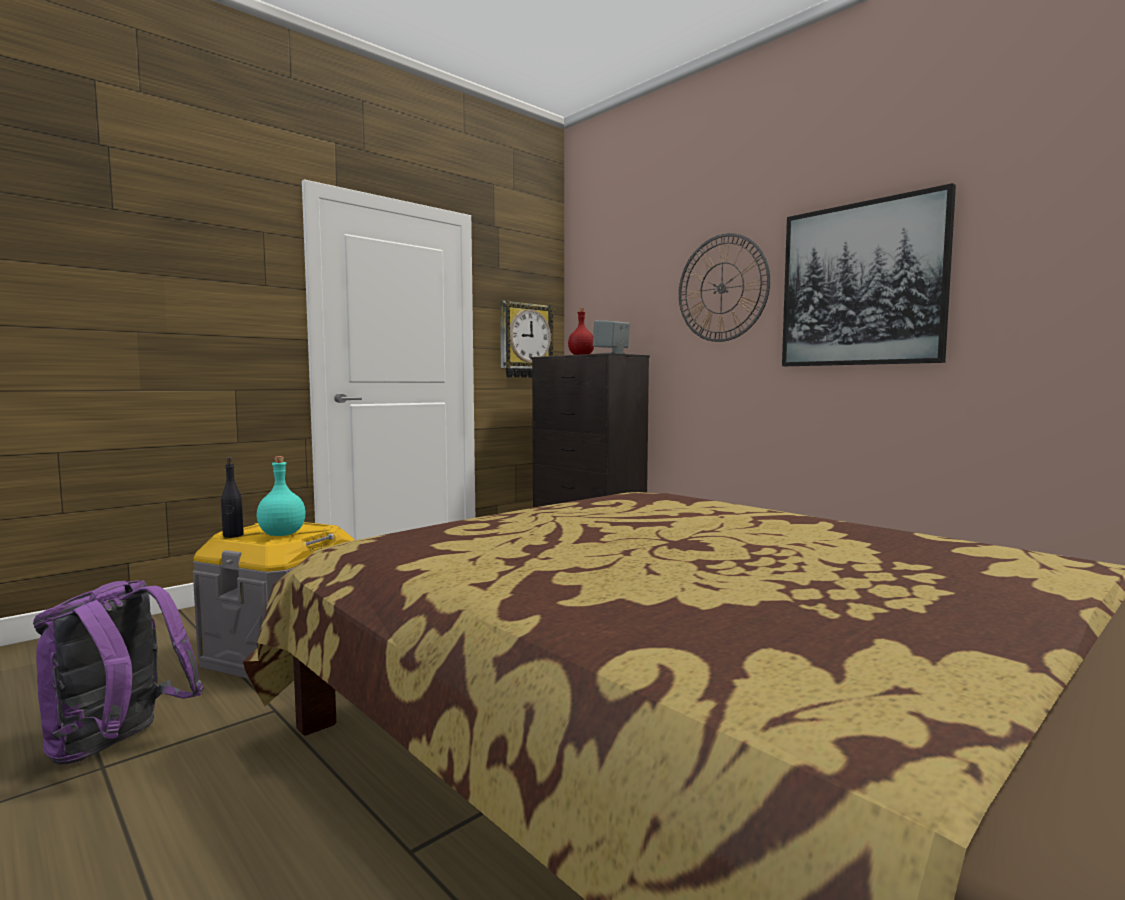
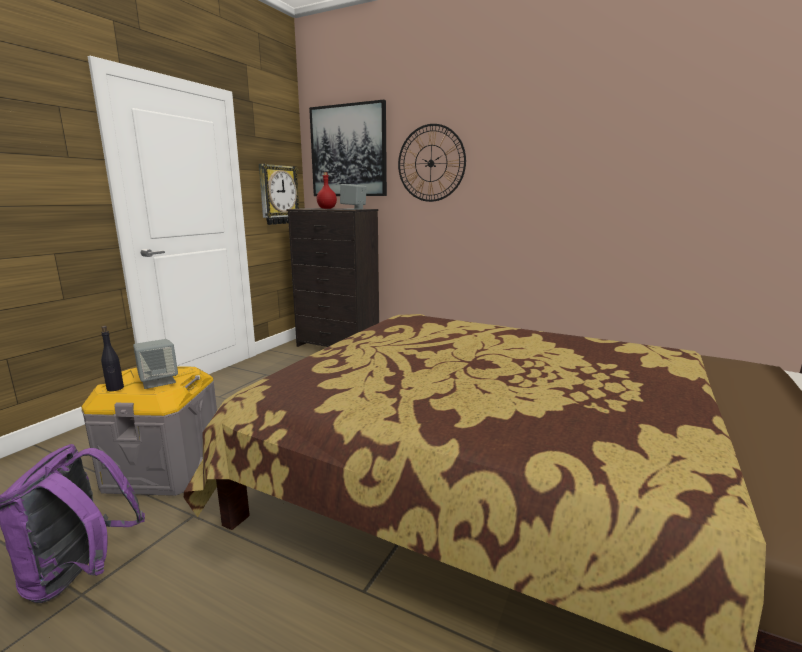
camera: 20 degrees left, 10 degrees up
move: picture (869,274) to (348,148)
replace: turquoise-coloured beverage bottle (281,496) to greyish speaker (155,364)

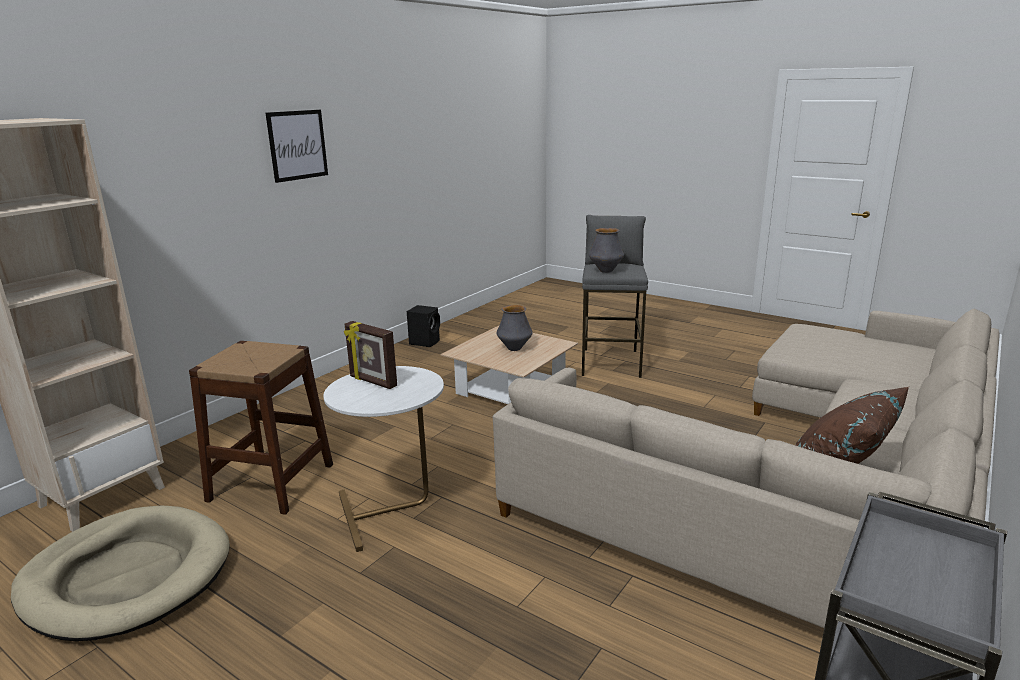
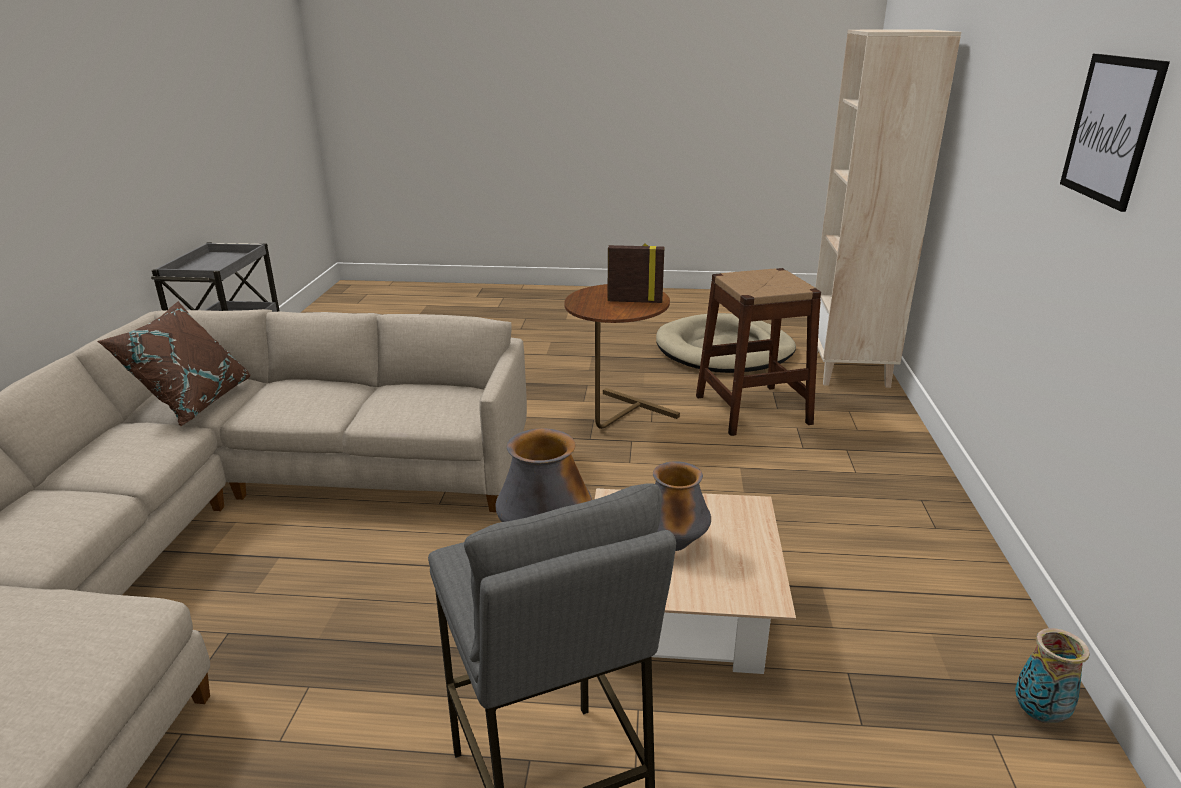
camera: 150 degrees right, 5 degrees up
replace: blackish speaker (423,326) to decorative vase (1052,675)
recolor: white-coloured side table (383,459) to brown-coloured side table (622,356)

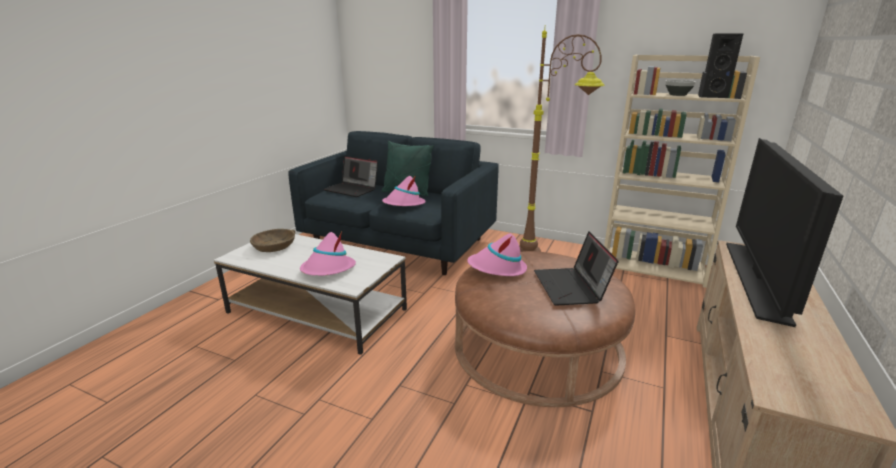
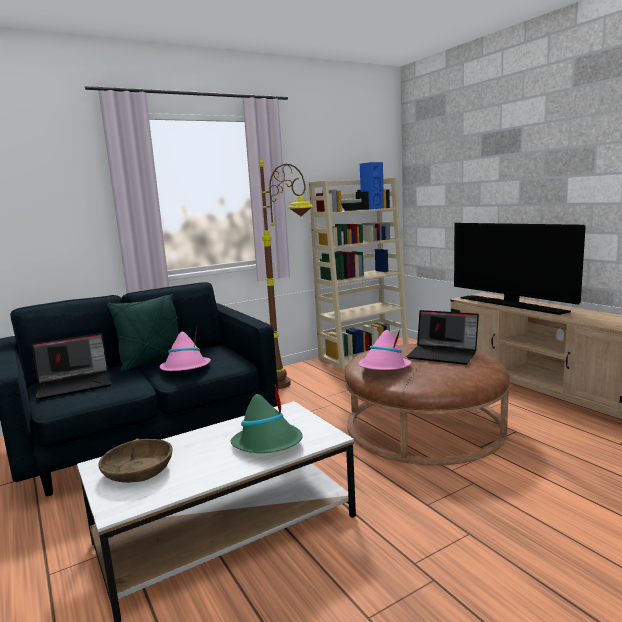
camera: 55 degrees left, 10 degrees down
recolor: pinkish clothing hat (328,254) to green-coloured clothing hat (266,418); blackish speaker (722,66) to bluish speaker (372,185)

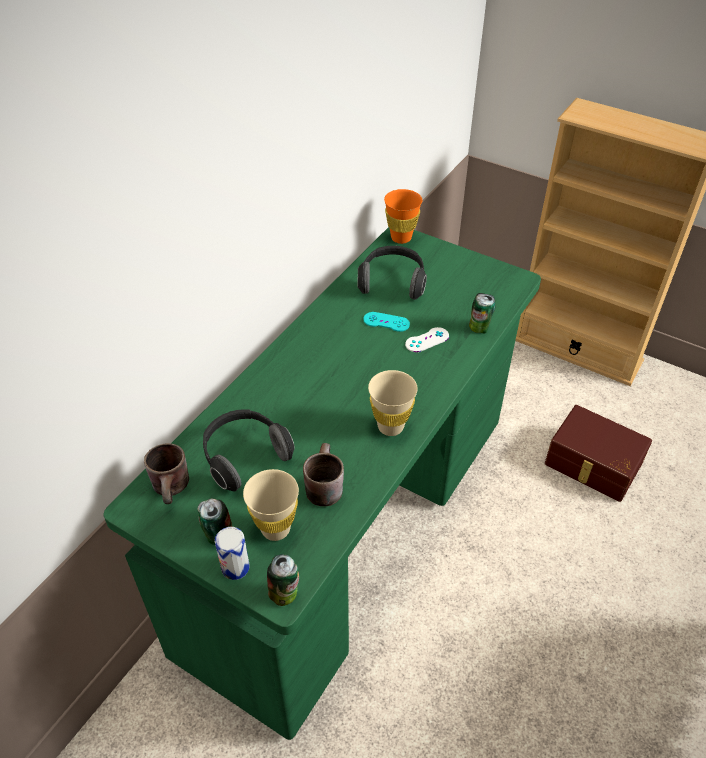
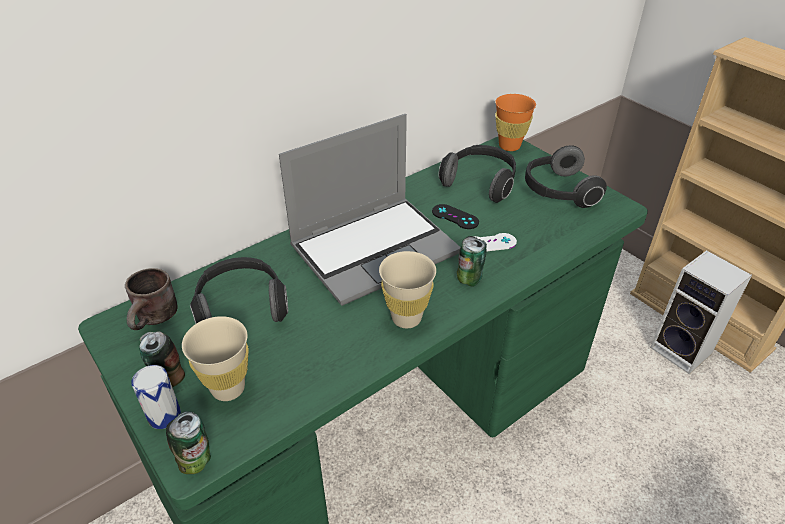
camera: 20 degrees right, 5 degrees down
delete: brown-coloured coffee mug (323,474); brown-coloured storage bin (598,453)
insert: portable computer (369,210); headphones (566,176); speaker (701,312)
move: can (482,313) to (472,261)
recolor: turquoise-coloured joypad (386,322) to blackish joypad (455,216)

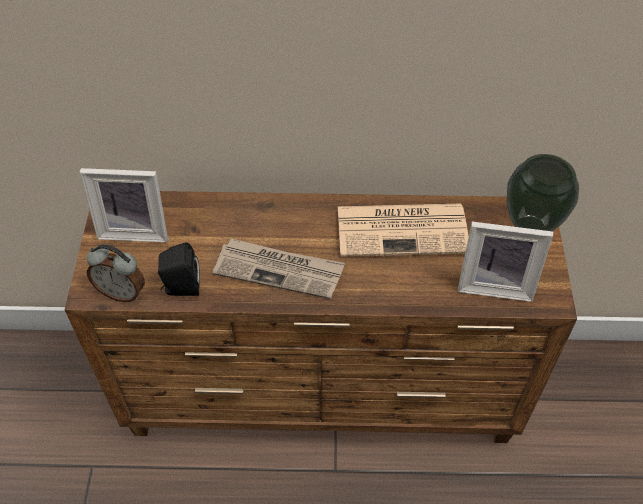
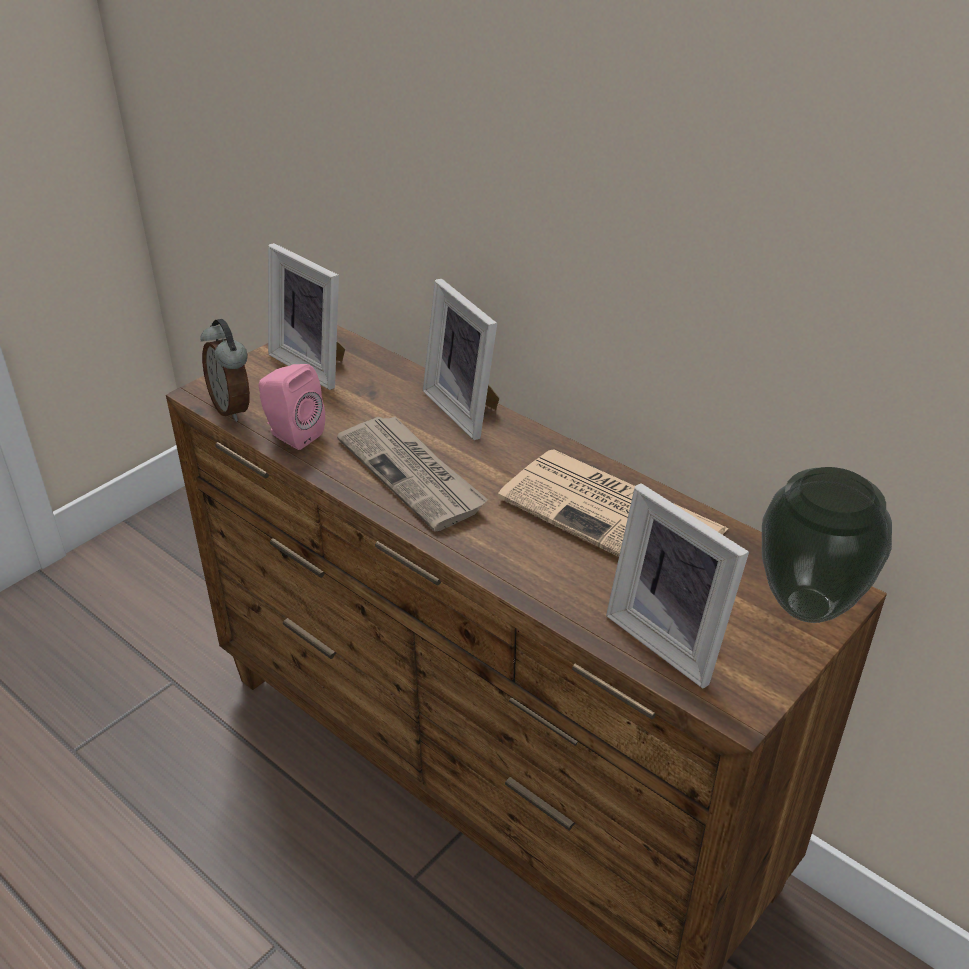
camera: 40 degrees right, 15 degrees down
insert: standing frame (461,359)
recolor: blackish speaker (179,269) to pinkish speaker (292,407)

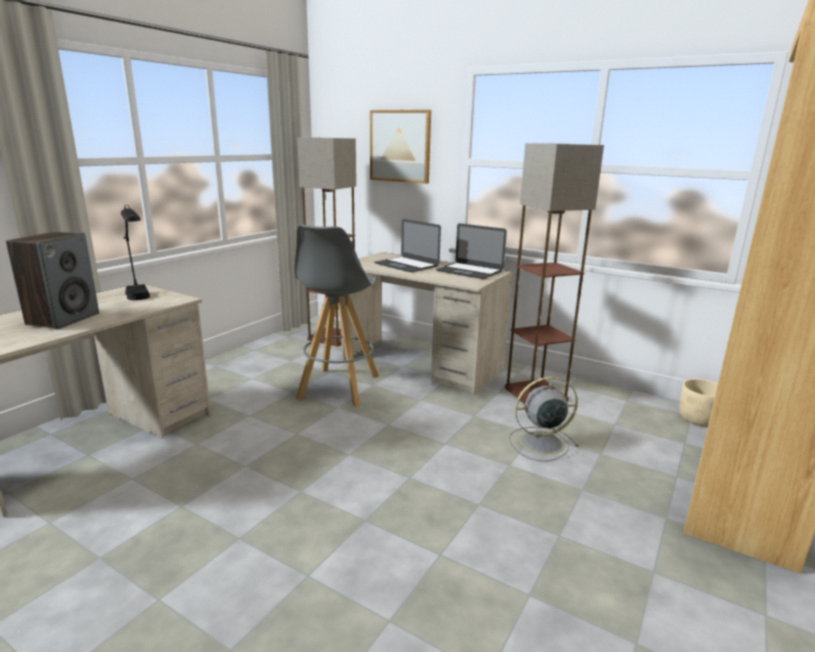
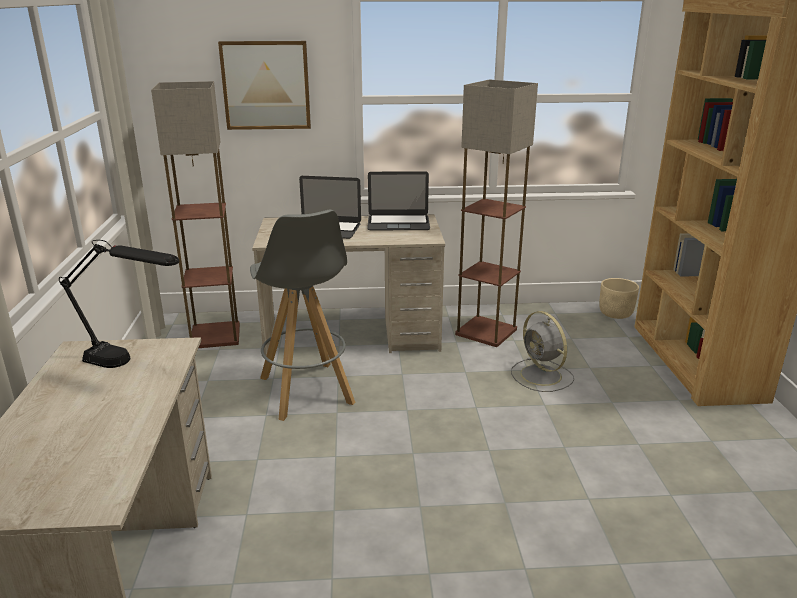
camera: 35 degrees left, 5 degrees up
delete: speaker (52,281)
rotate: greyish electric fan (544,419) = (542,351) 75 degrees counterclockwise

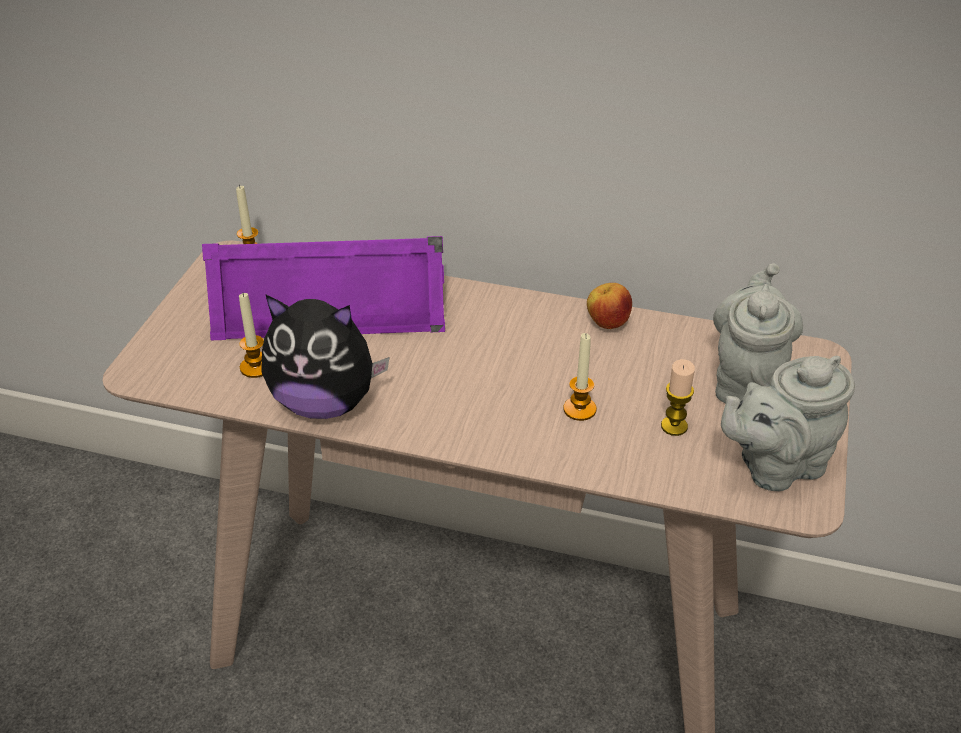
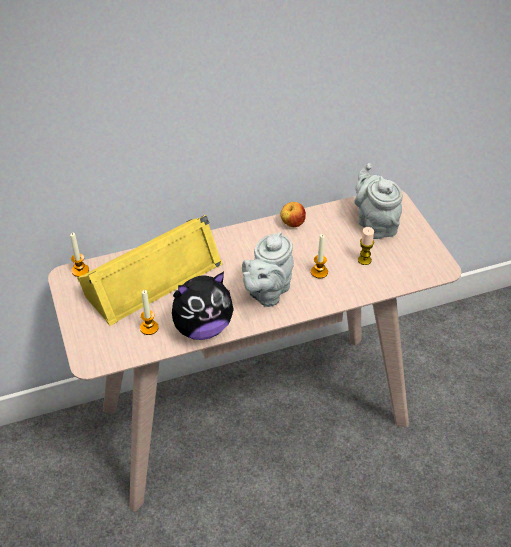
camera: 35 degrees left, 5 degrees up
move: greyish teapot (788,423) to (268,269)
recolor: purple speaker (323,288) to yellow-coloured speaker (150,270)

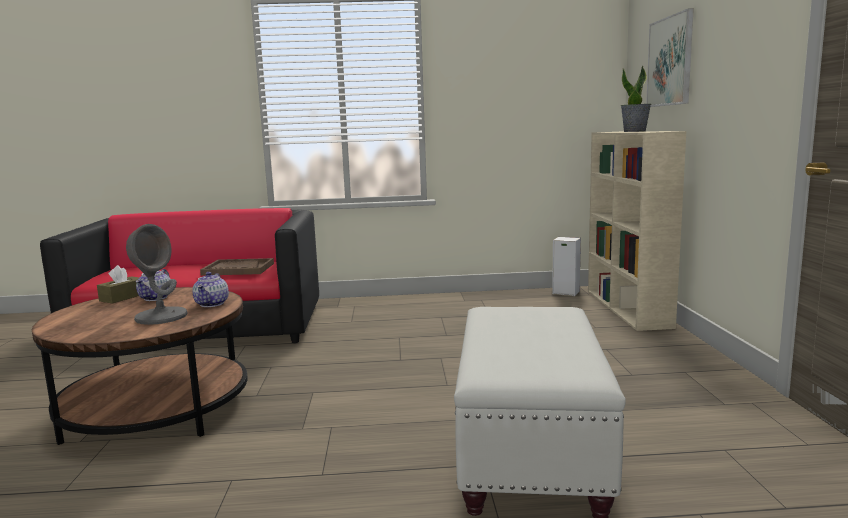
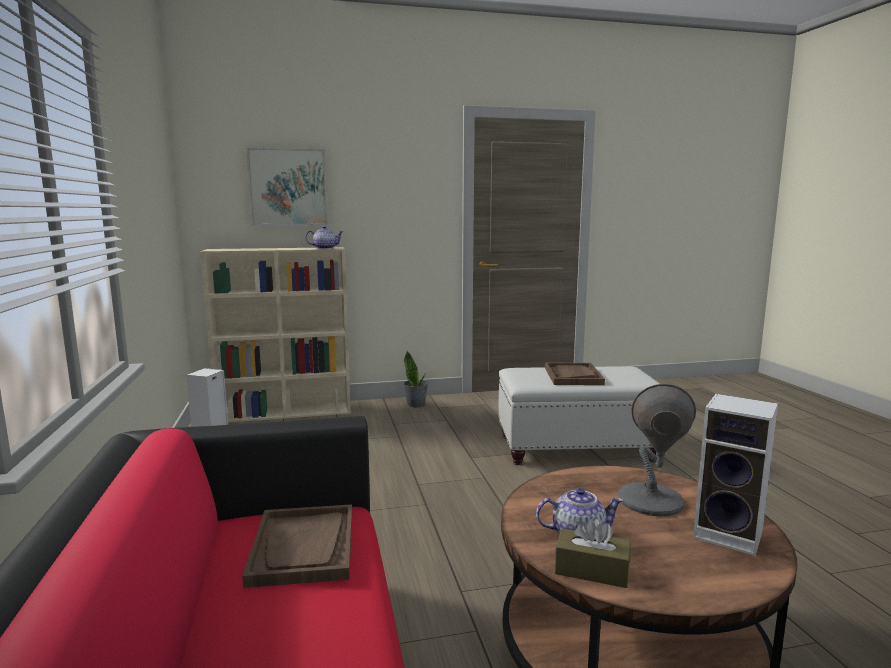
camera: 100 degrees left, 0 degrees up
insert: brown-coloured tray (575,374); speaker (735,475)
move: teapot (210,289) to (324,237); houseplant (636,99) to (416,379)

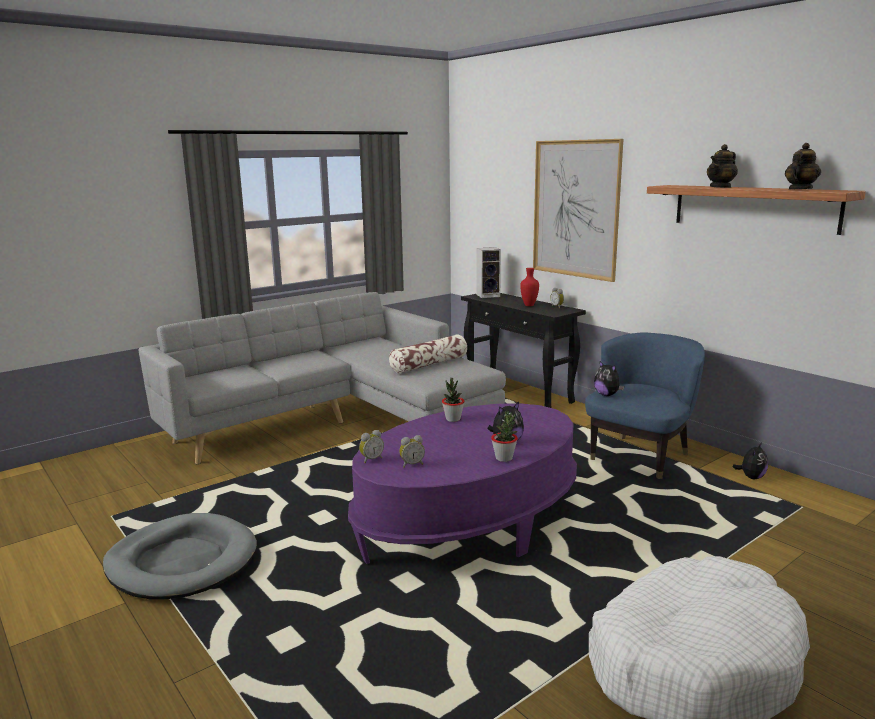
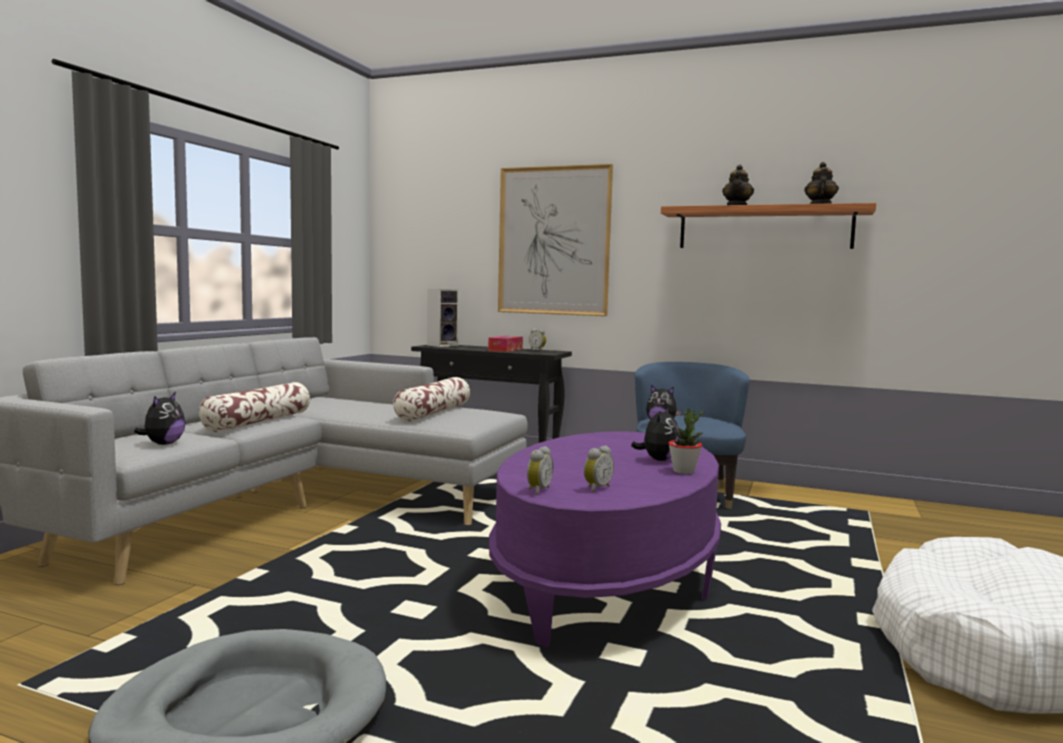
camera: 30 degrees left, 10 degrees down
delete: houseplant (453,400)
insert: pillow (254,407)
move: cuddly toy (750,461) to (159,418)
replace: red-coloured decorative vase (529,287) to box of tissues (505,344)

